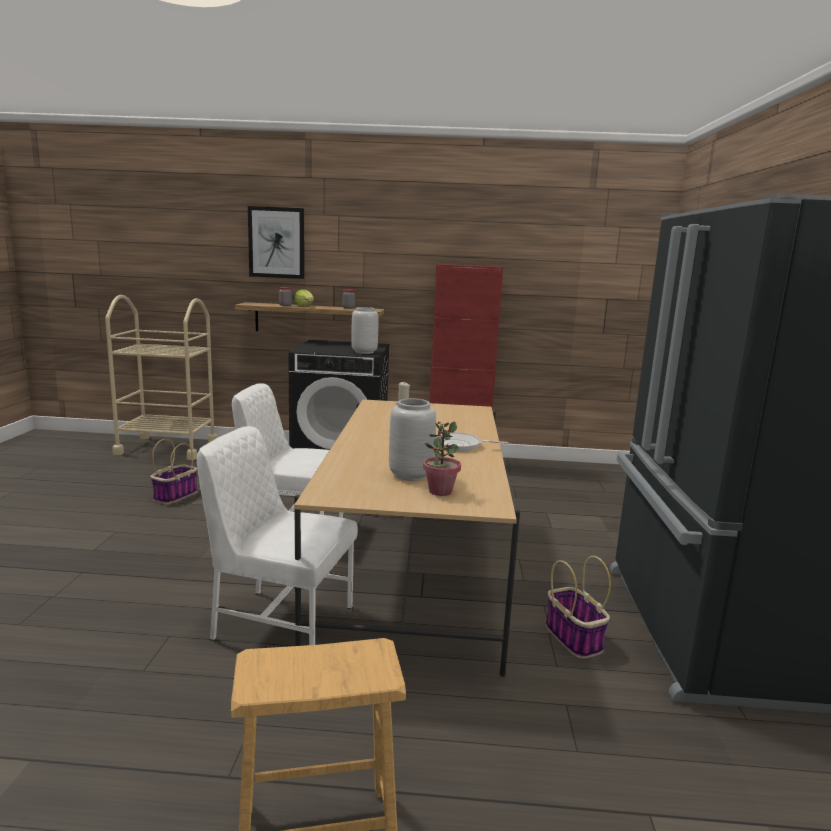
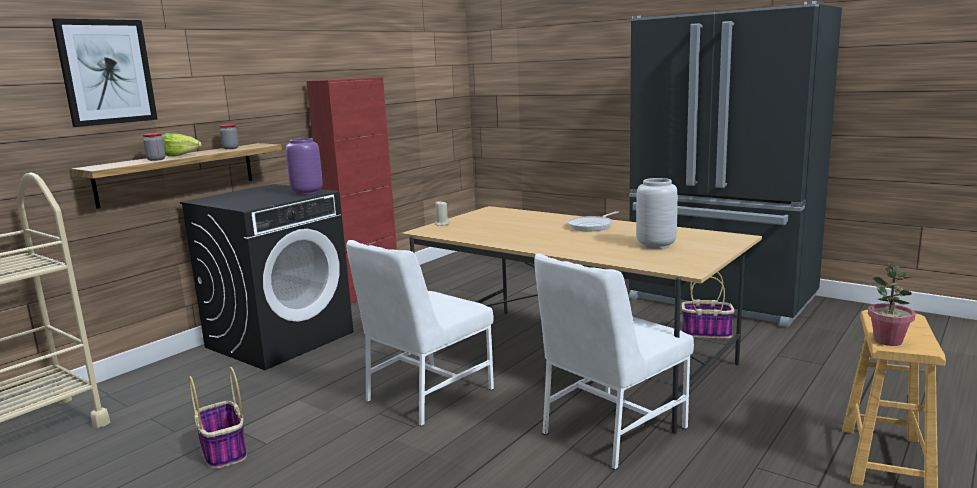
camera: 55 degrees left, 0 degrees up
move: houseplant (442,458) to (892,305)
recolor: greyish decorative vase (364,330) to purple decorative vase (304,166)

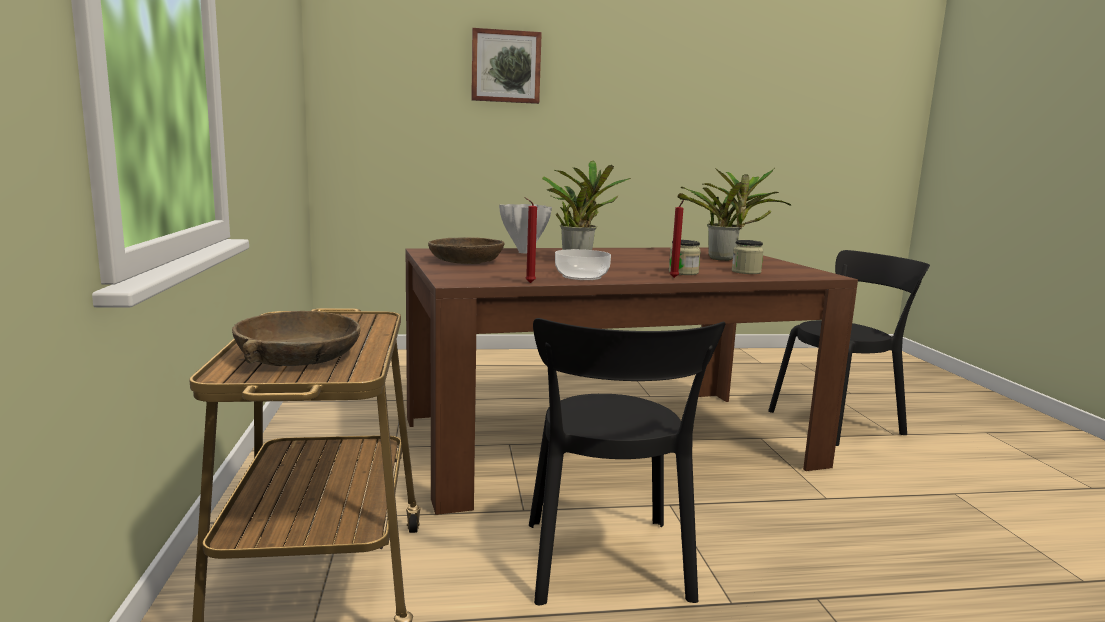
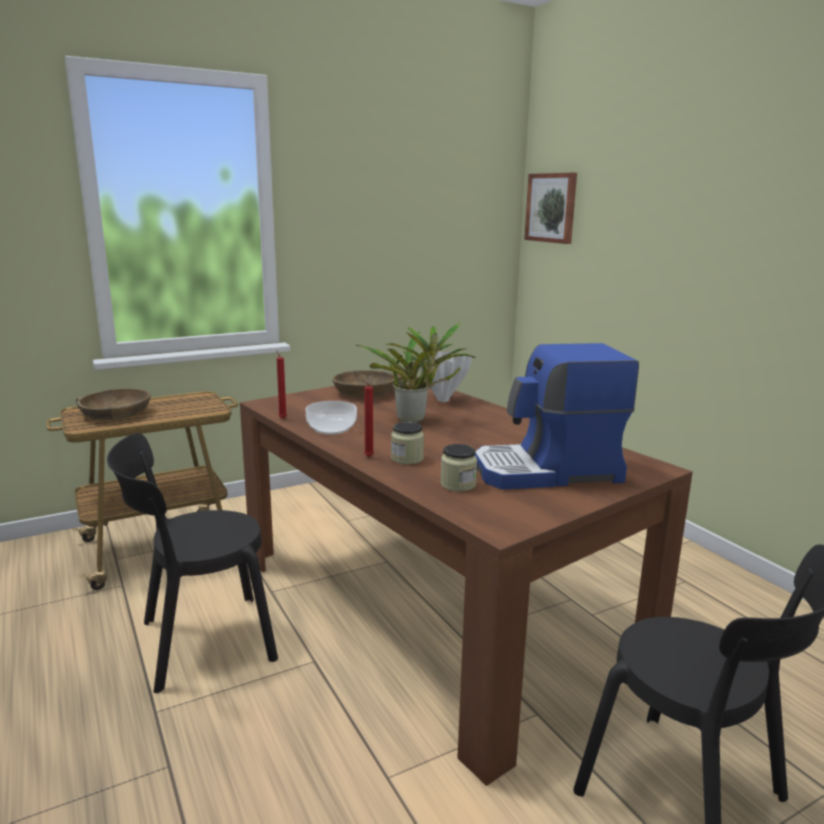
camera: 70 degrees right, 5 degrees up
move: picture (506,66) to (551,208)
replace: houseplant (734,214) to coffee maker (557,416)

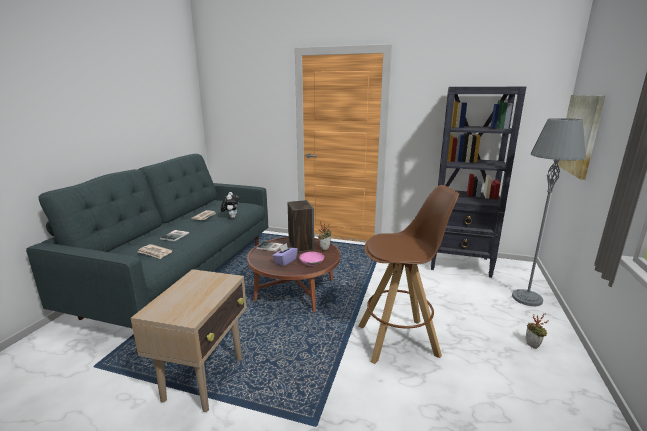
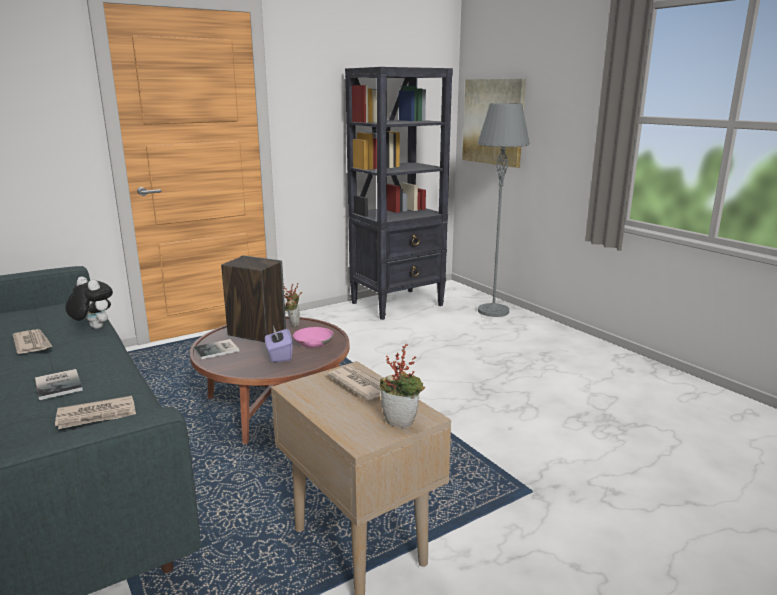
camera: 50 degrees left, 0 degrees up
delete: brown-coloured stool seat (408,274)
insert: printed paper (355,382)
move: houseplant (536,331) to (402,386)

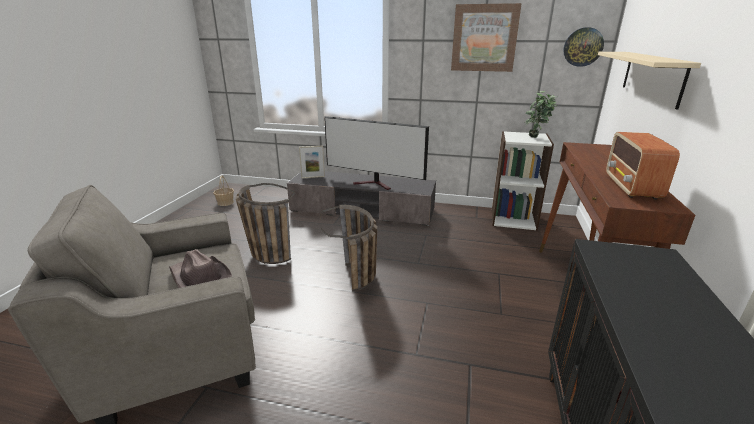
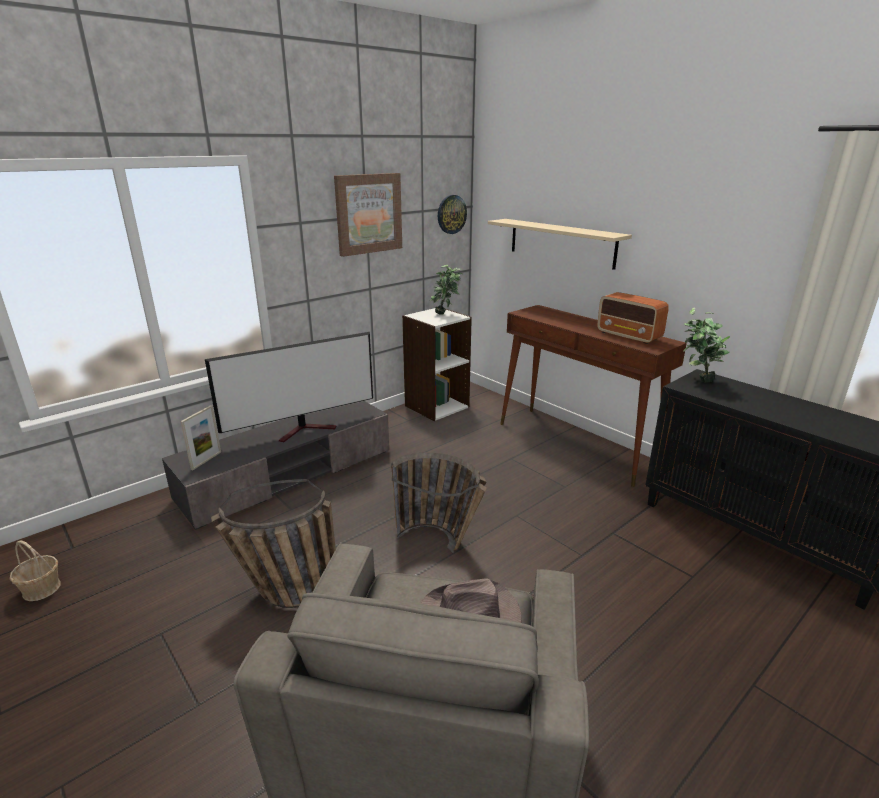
camera: 55 degrees left, 0 degrees up
insert: houseplant (706,345)

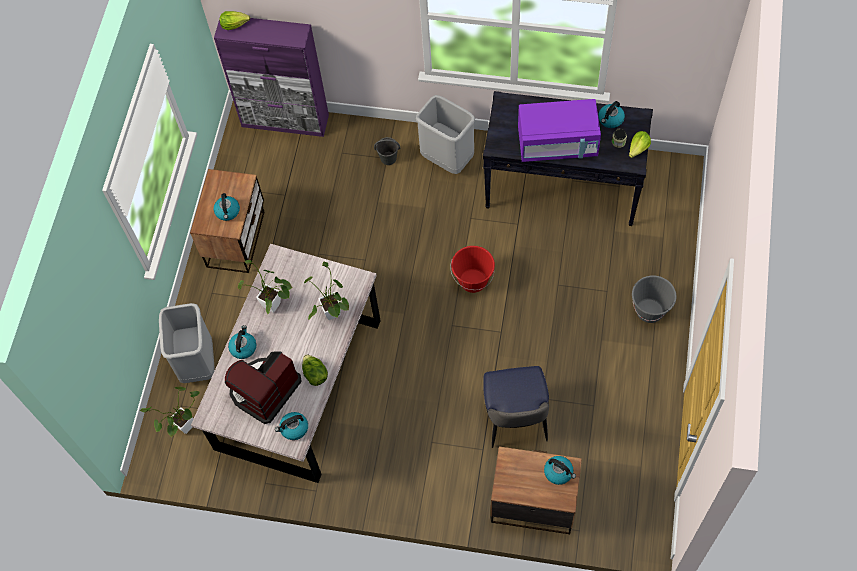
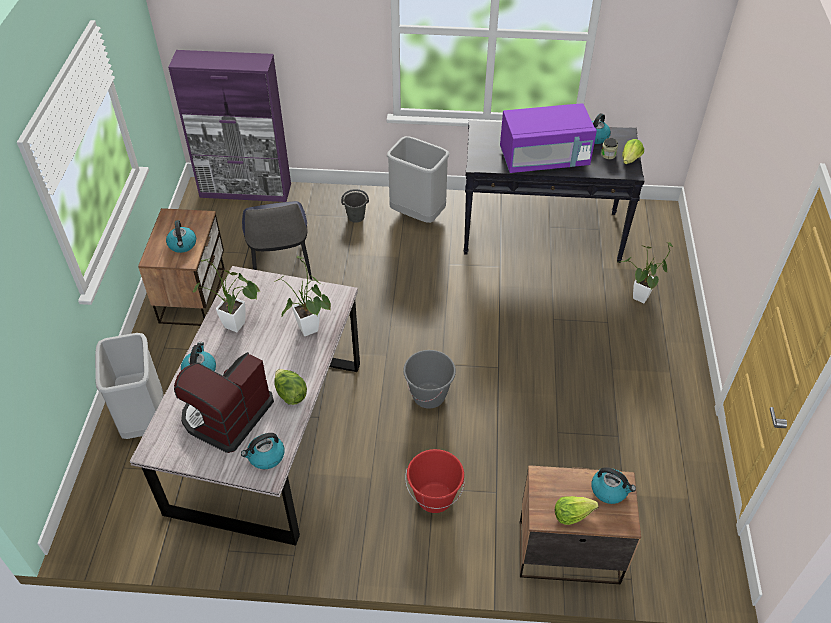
camera: 10 degrees left, 15 degrees down
move: houseplant (169,412) to (644,272); lettuce head (235,20) to (577,510); red-coloured water bucket (472,269) to (435,481); upright chair (516,407) to (277,240); greyish water bucket (654,299) to (429,379)

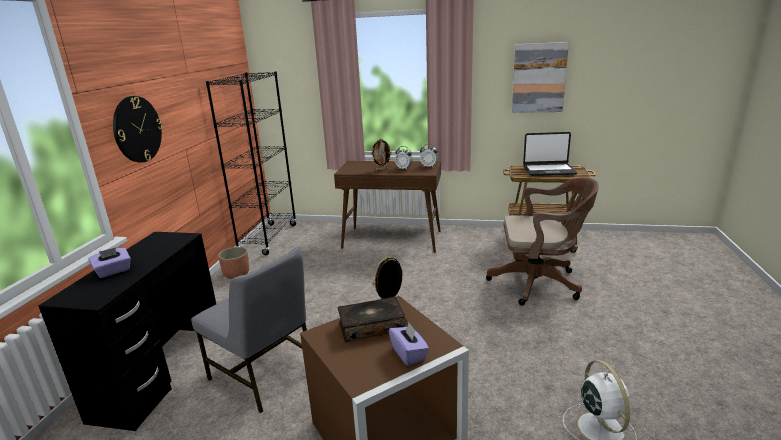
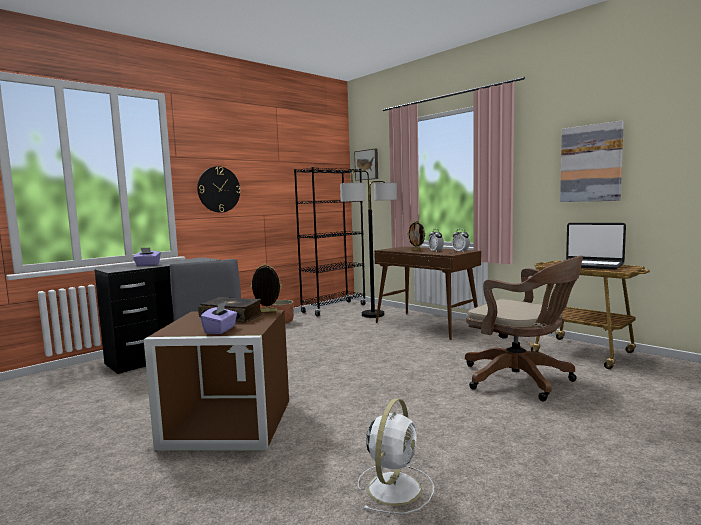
camera: 35 degrees right, 15 degrees down
insert: standard lamp (368,244); picture (366,165)

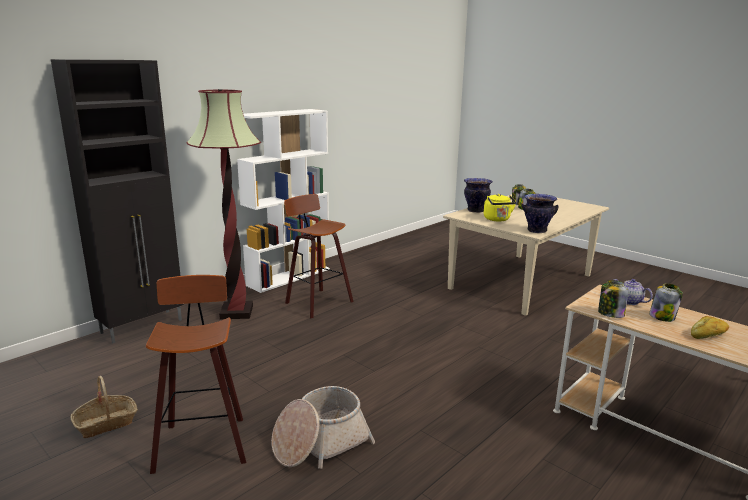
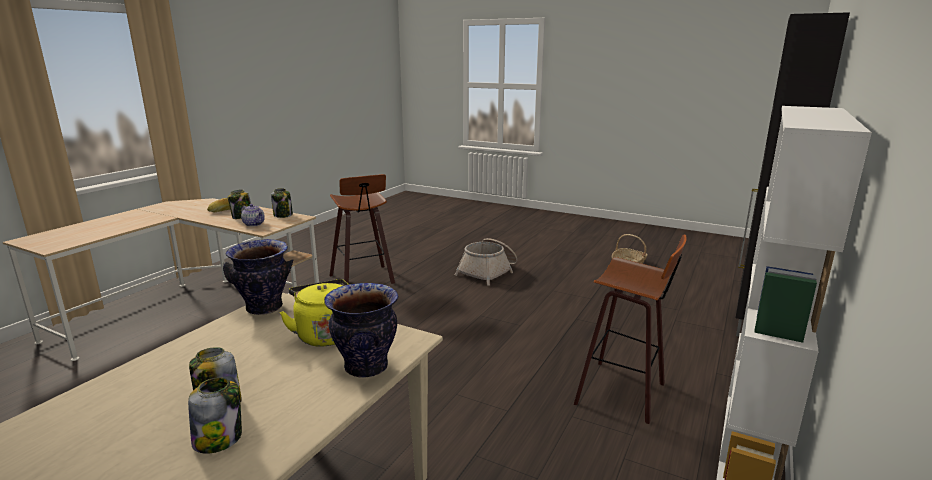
camera: 165 degrees right, 0 degrees up
delete: standard lamp (224,204)
move: stool seat (196,374) to (362,230)

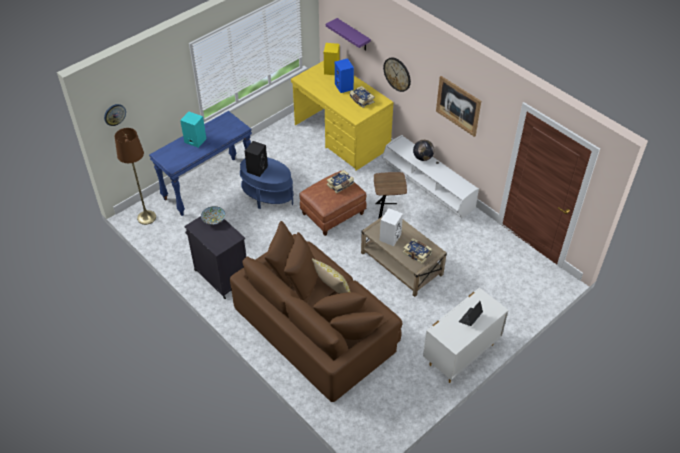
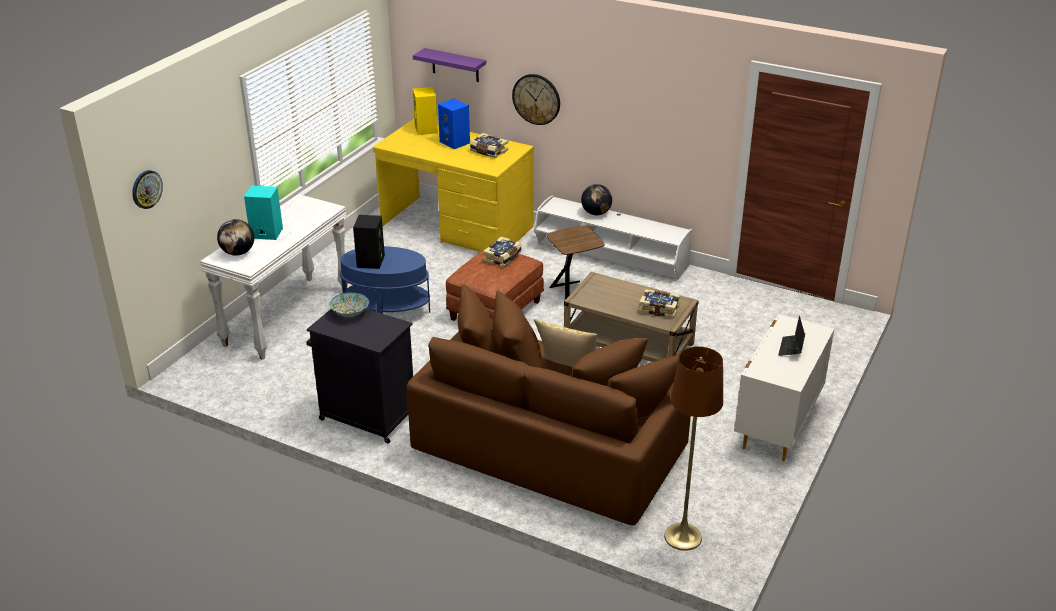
camera: 20 degrees left, 15 degrees down
delete: white-coloured speaker (391,227); picture (458,106)
insert: desk globe (235,237)
move: brown-coloured standard lamp (135,176) to (693,448)
recolor: bluish narrow table (200,163) to white-coloured narrow table (274,277)

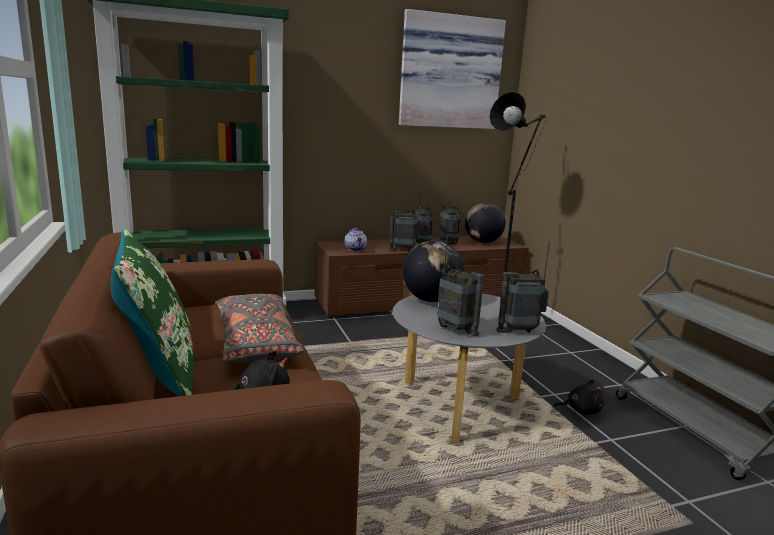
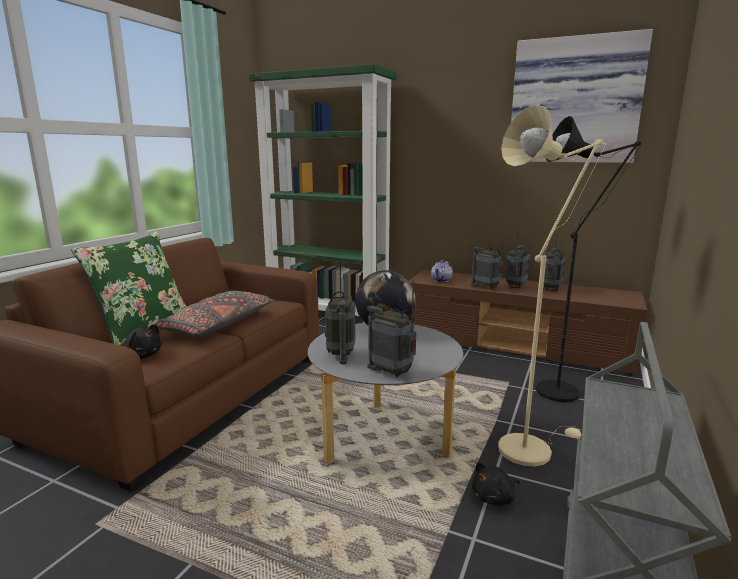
camera: 45 degrees right, 0 degrees up
delete: desk globe (485,223)
insert: beige-coloured standard lamp (552,286)
rotate: blackish cuddly toy (579,397) = (496,484) 105 degrees clockwise

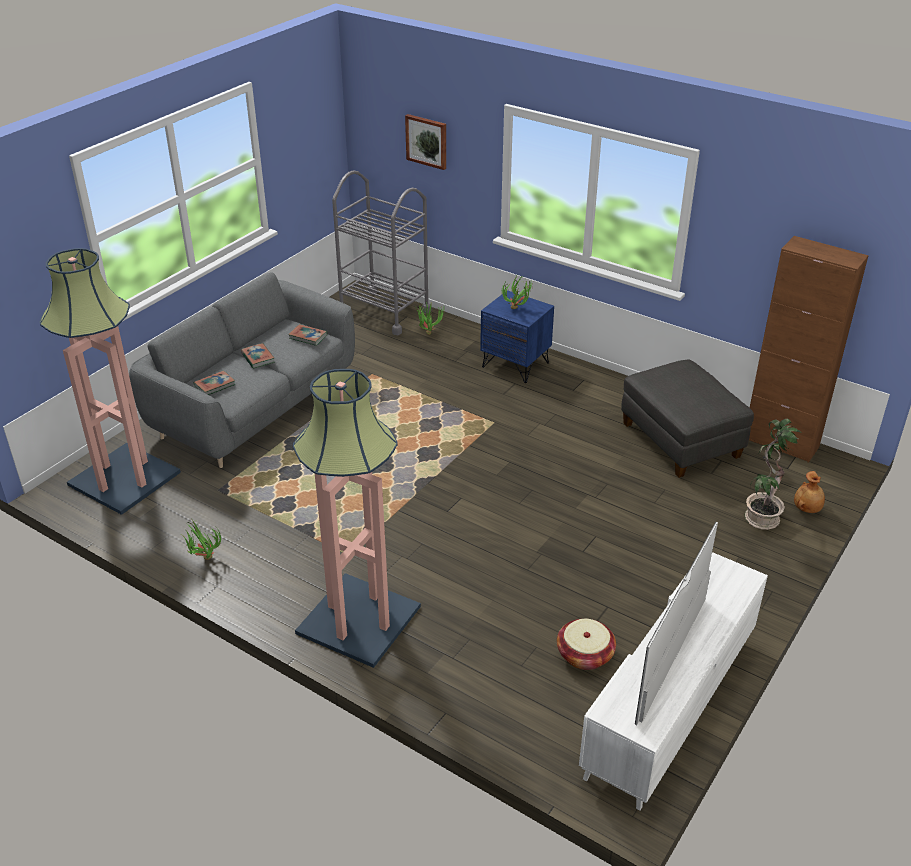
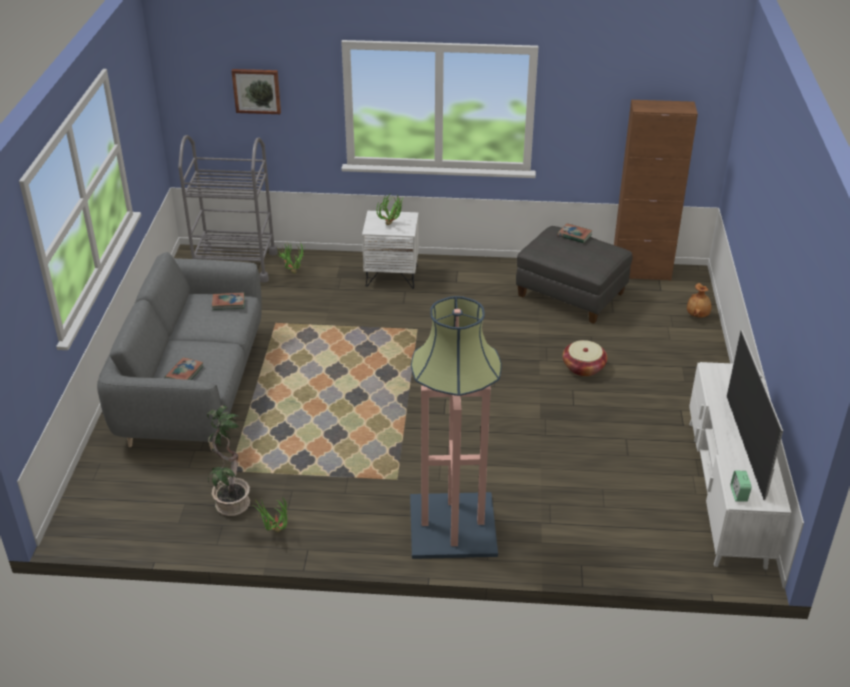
camera: 30 degrees left, 0 degrees up
delete: standard lamp (110,381)
insert: table clock (741,486)
move: bound book (257,356) to (575,233); household basket (586,644) to (585,358); houseplant (773,474) to (228,460)
recolor: bluish night table (517,337) to white-coloured night table (390,250)

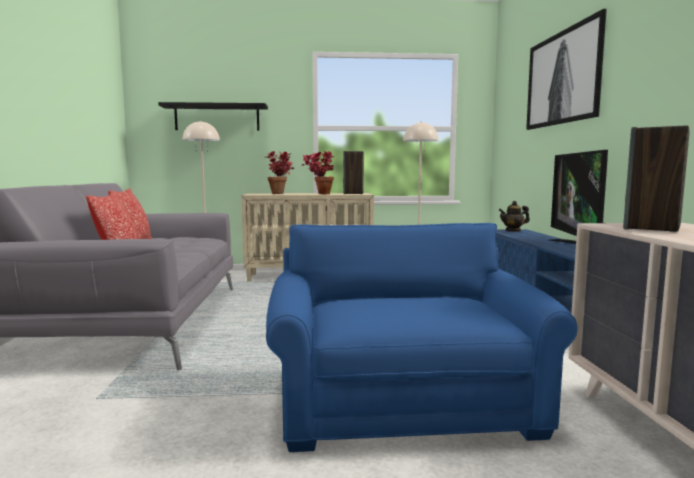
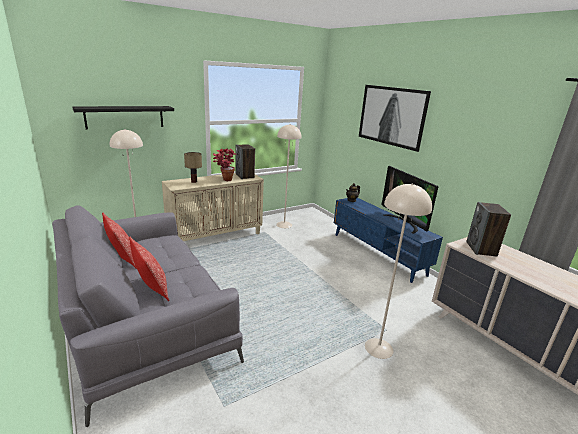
camera: 30 degrees left, 15 degrees up
replace: houseplant (280,172) to lamp for a table (193,167); bluish lounge chair (422,337) to beige-coloured standard lamp (398,271)

